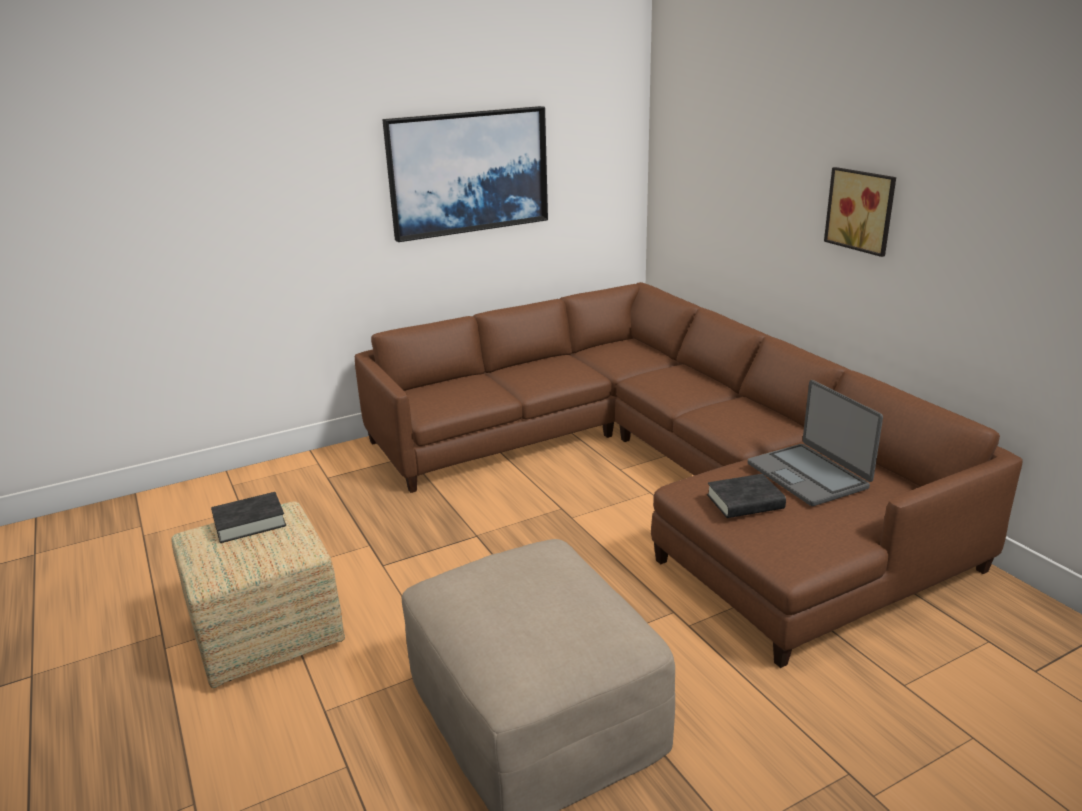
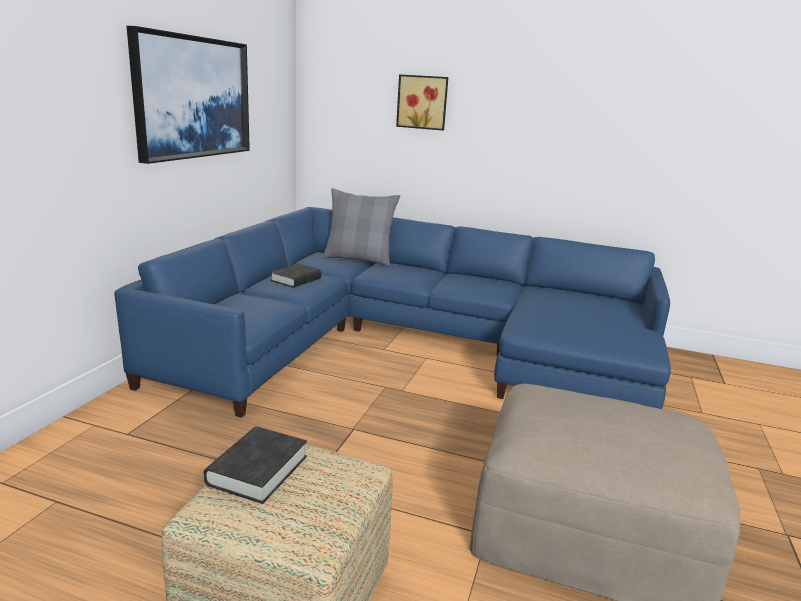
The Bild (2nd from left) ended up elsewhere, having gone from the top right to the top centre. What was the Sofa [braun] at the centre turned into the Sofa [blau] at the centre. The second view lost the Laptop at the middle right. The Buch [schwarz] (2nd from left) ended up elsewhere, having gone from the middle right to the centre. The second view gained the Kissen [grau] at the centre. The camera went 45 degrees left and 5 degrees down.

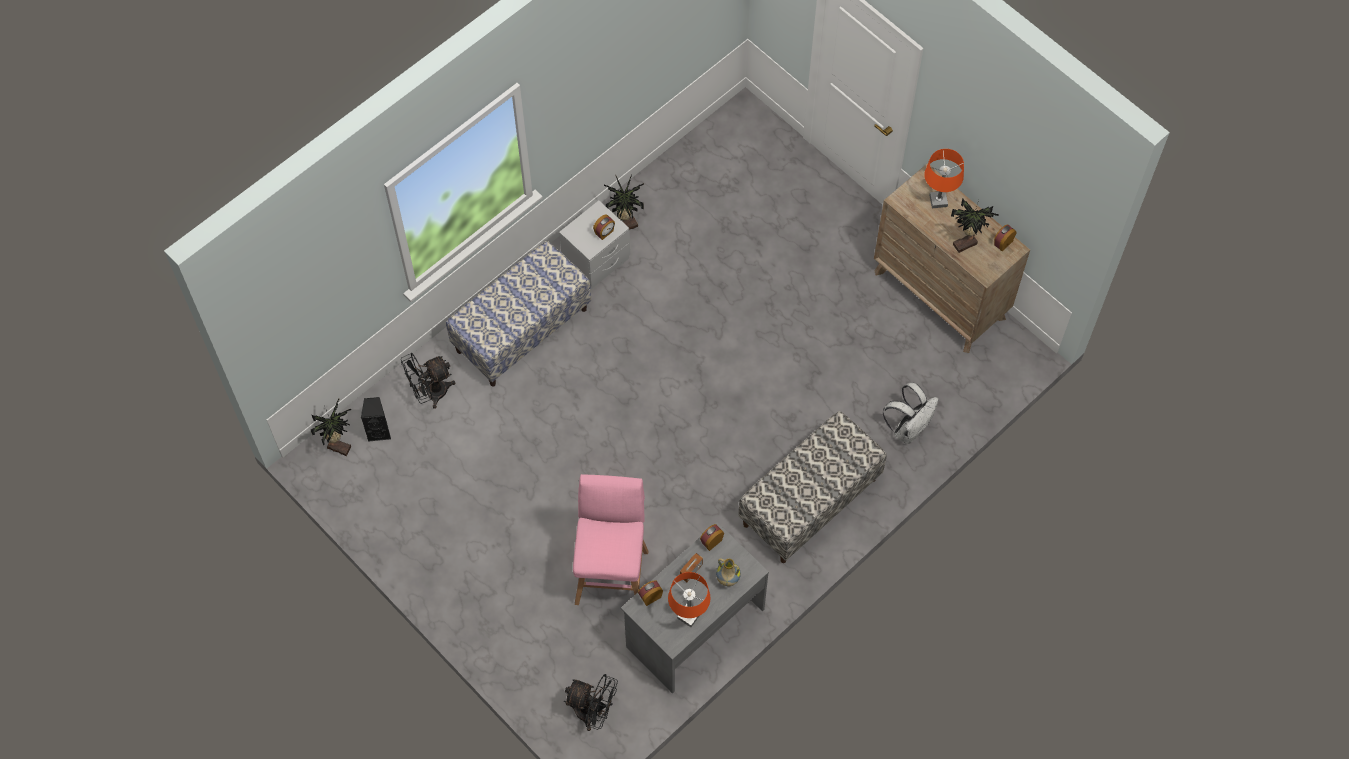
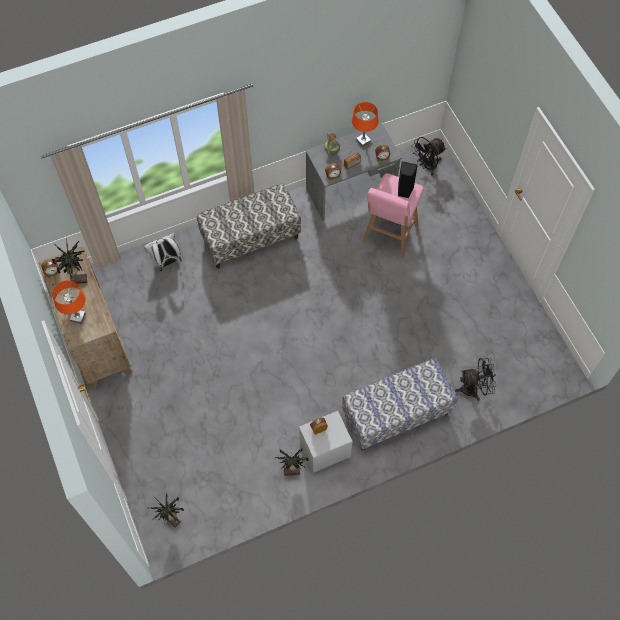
The Lautsprecher [schwarz] ended up elsewhere, having gone from the middle left to the top centre. The Topfpflanze (1st from left in the first image) ended up elsewhere, having gone from the middle left to the bottom left. The Ventilator [schwarz] (2nd from left in the first image) at the bottom centre ended up facing another way, 75 degrees counterclockwise from before. The camera went 160 degrees left and 0 degrees up.

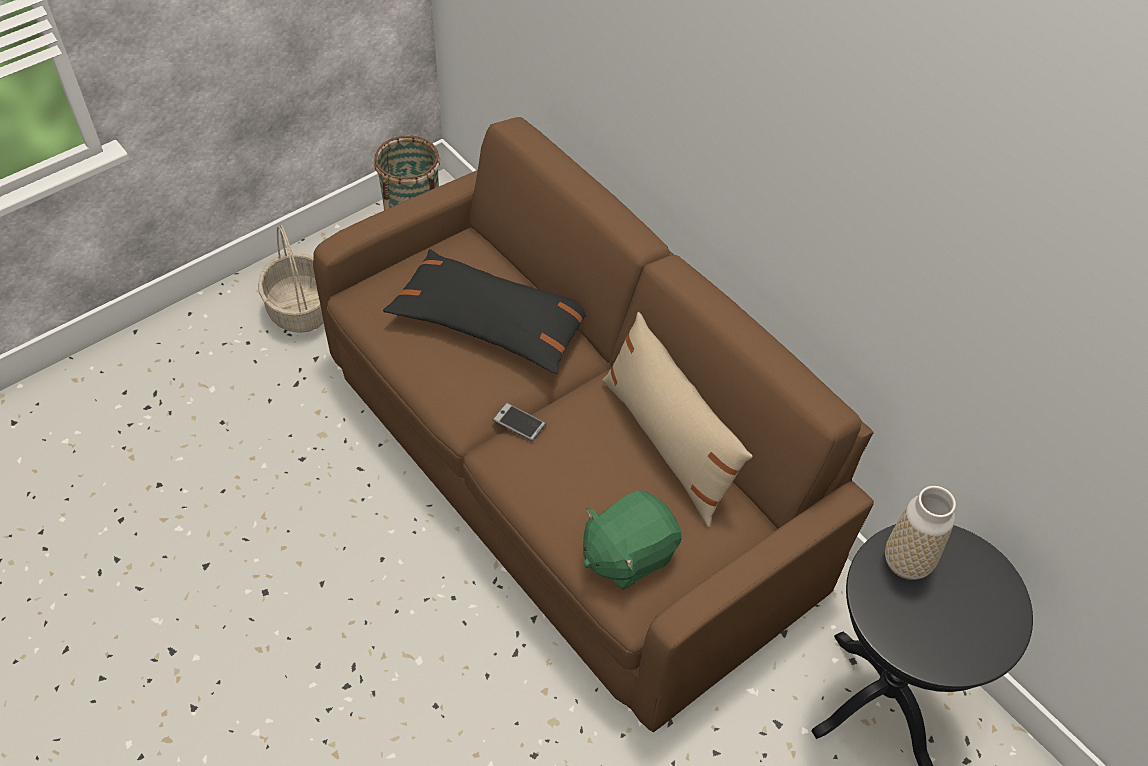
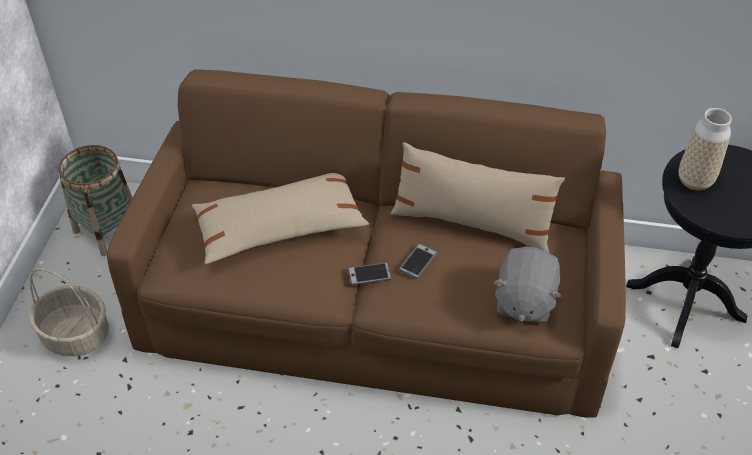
What was the Kissen [schwarz] at the centre turned into the Kissen [beige] (1st from left) at the centre. What was the Plüschtier [grün] at the bottom centre turned into the Plüschtier [grau] at the middle right. The second view gained the Handy (2nd from left) at the centre. The camera went 40 degrees left and 5 degrees down.

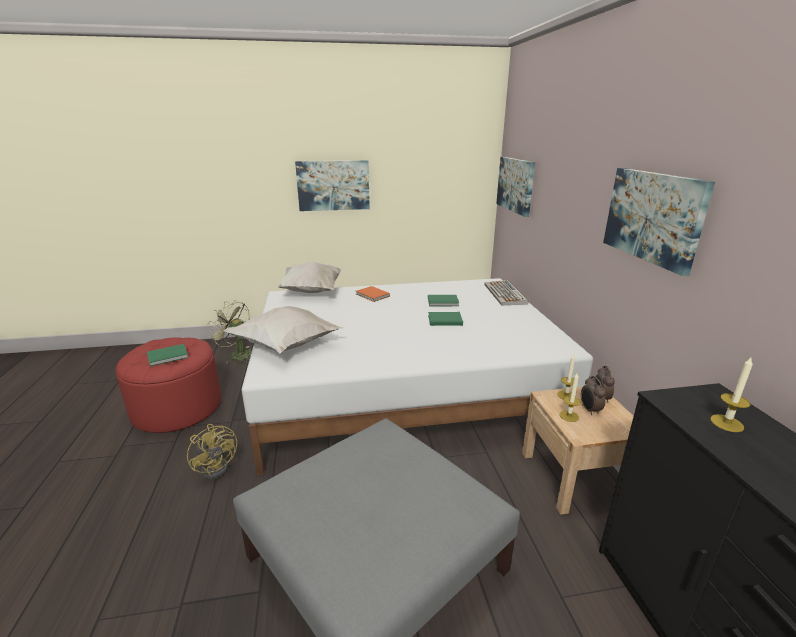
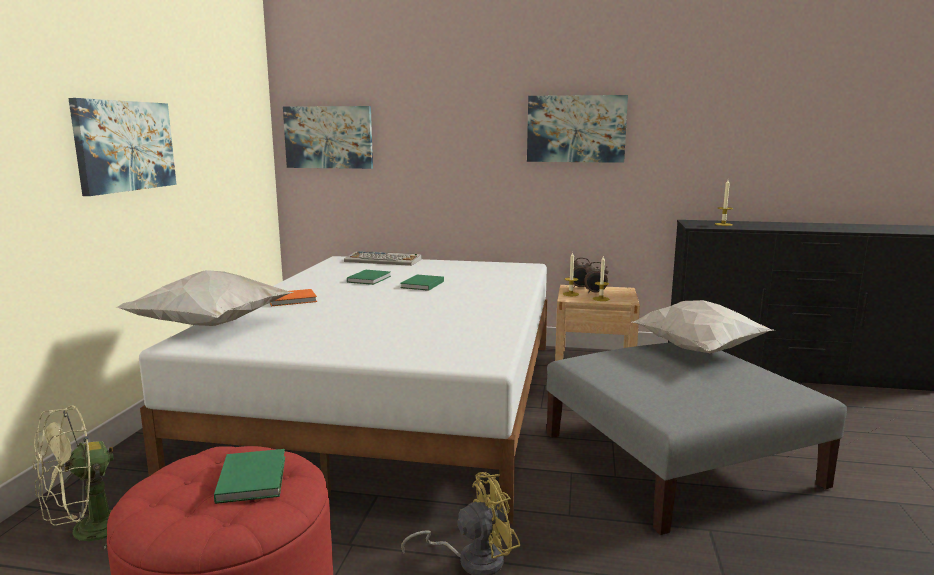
The Kissen [weiß] (1st from left in the first image) ended up elsewhere, having gone from the centre to the middle right. The camera went 70 degrees left and 10 degrees down.

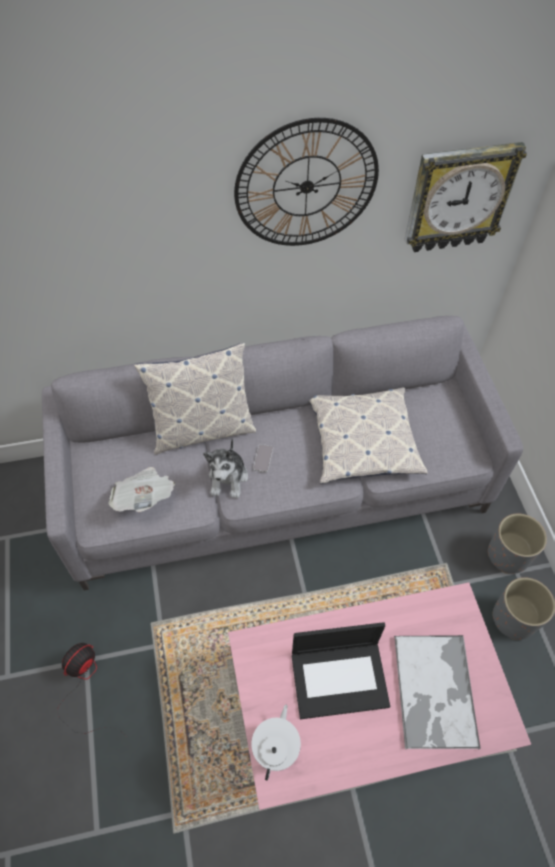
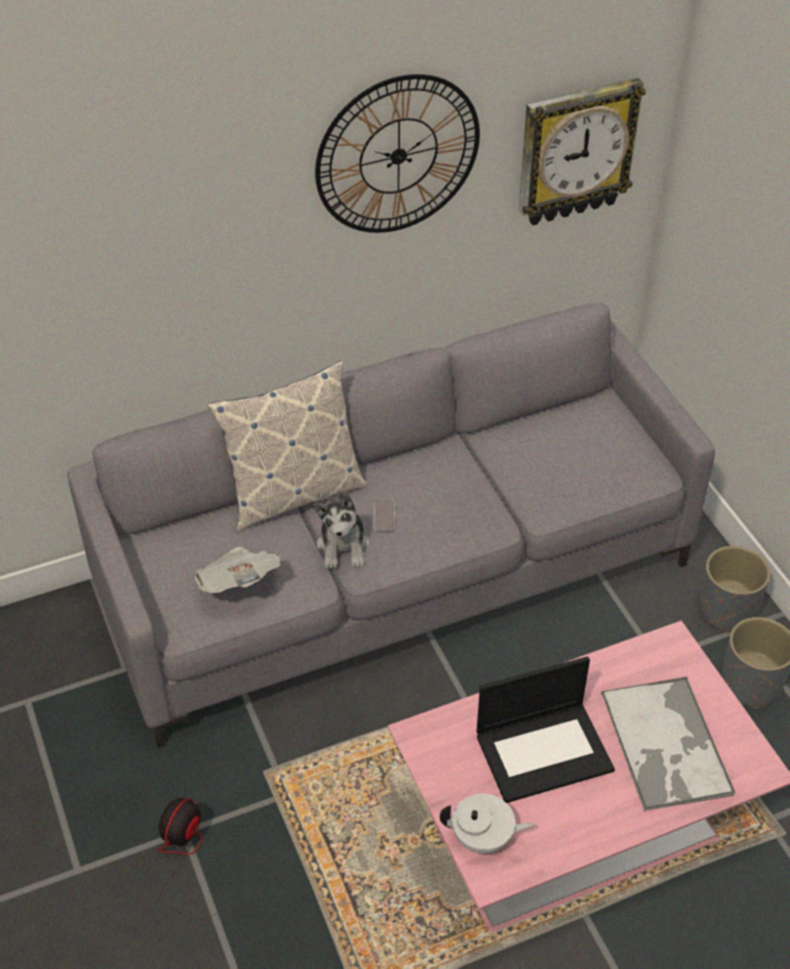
The second view lost the Kissen (2nd from left) at the centre. The Teekanne [weiß] at the bottom centre ended up facing another way, 90 degrees clockwise from before. The camera went 10 degrees left and 10 degrees down.

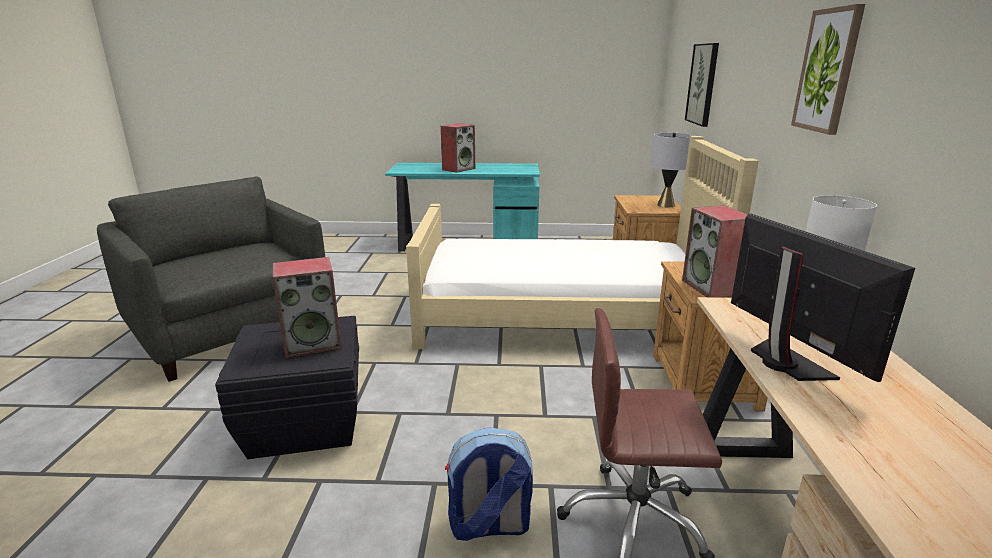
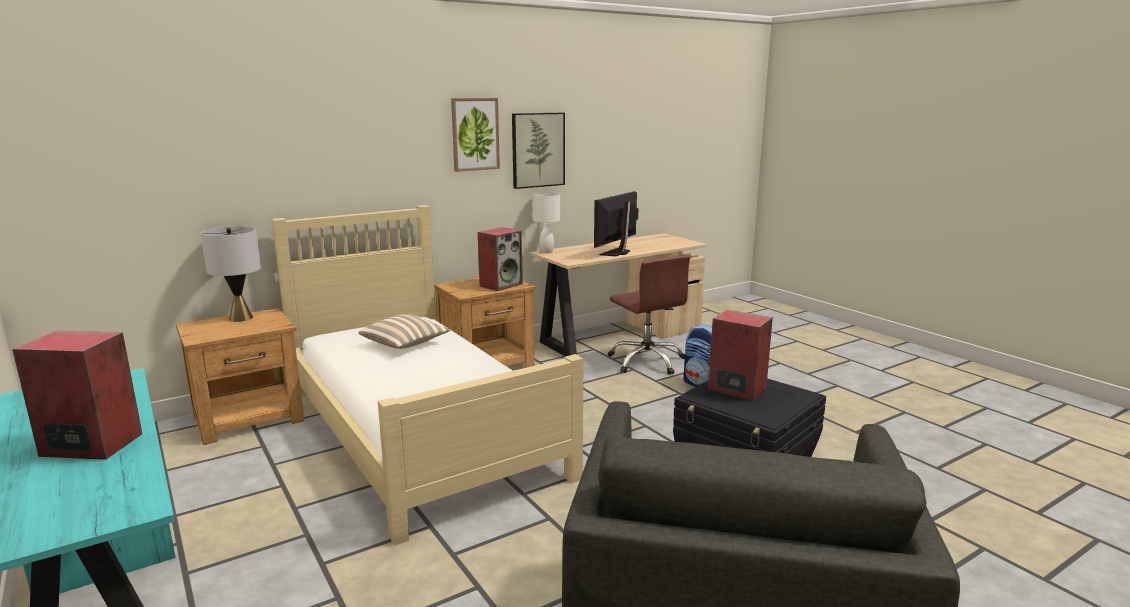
The Bild (1st from left in the first image) ended up elsewhere, having gone from the top right to the top centre. The second view gained the Kissen at the centre. The camera went 125 degrees left and 5 degrees down.

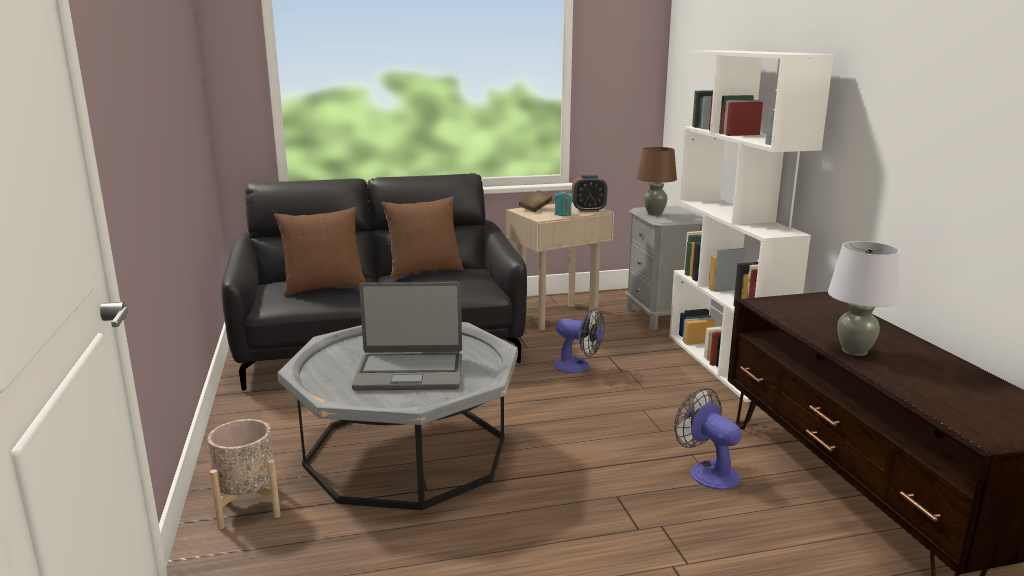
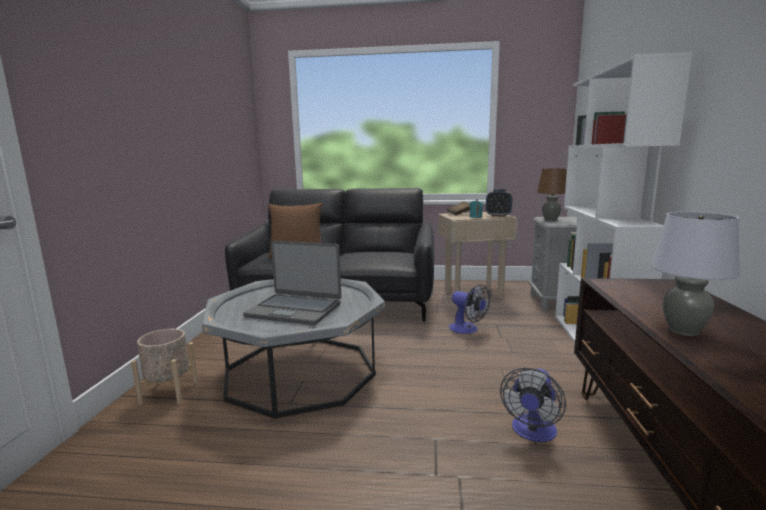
The second view lost the Kissen [braun] (2nd from left) at the centre. The Ventilator (2nd from left) at the bottom right ended up facing another way, 135 degrees counterclockwise from before. The camera went 20 degrees right and 5 degrees down.

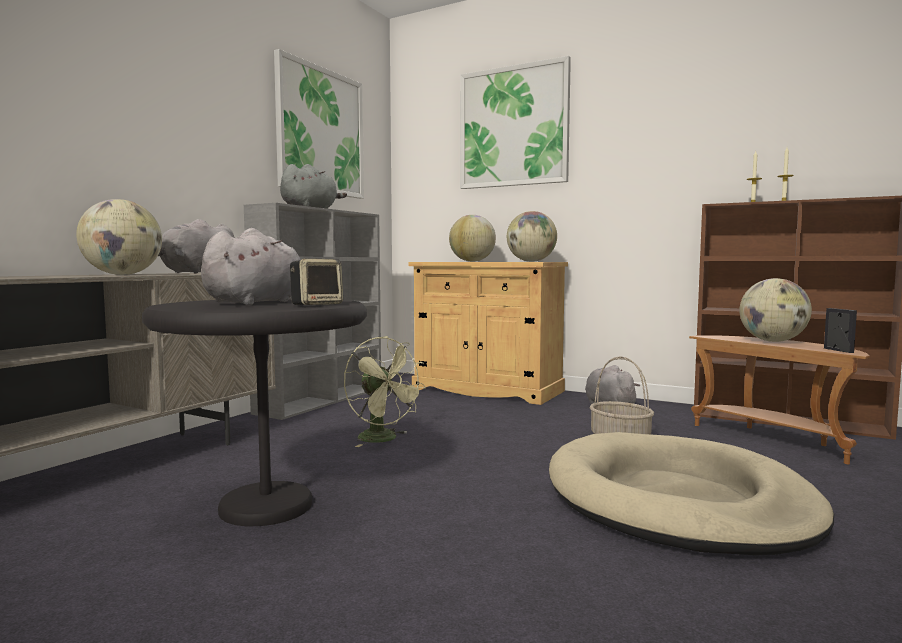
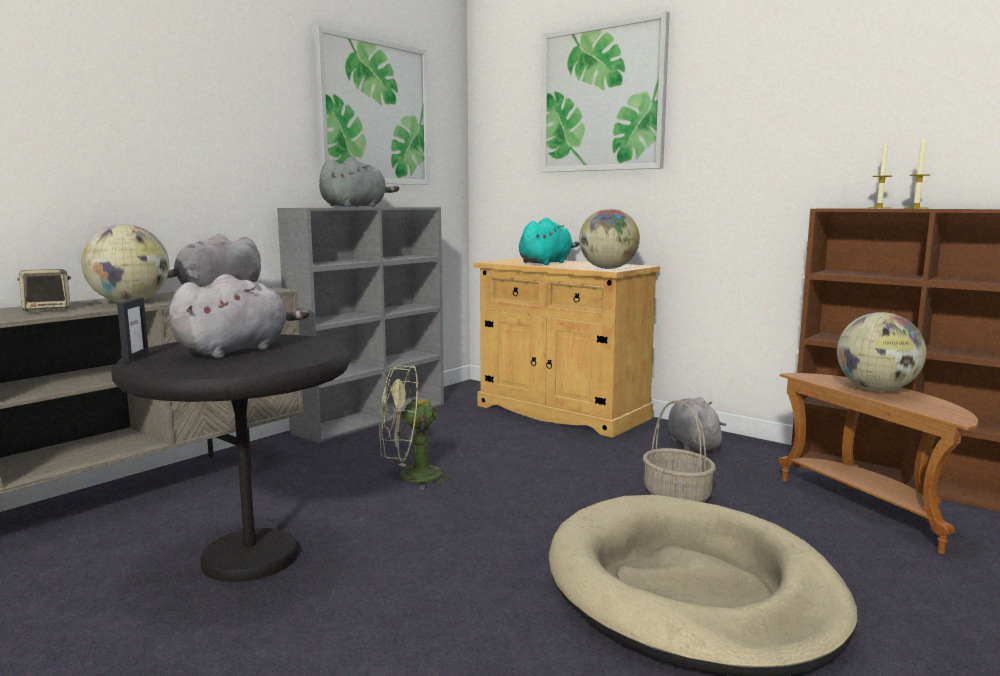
Where the Globus (2nd from left) stood at the centre, the Plüschtier [türkis] came to stand at the centre. The Lautsprecher ended up elsewhere, having gone from the centre to the middle left. The Bilderrahmen ended up elsewhere, having gone from the middle right to the middle left. The Ventilator [grün] at the centre ended up facing another way, 105 degrees clockwise from before. The camera went 10 degrees right and 5 degrees up.

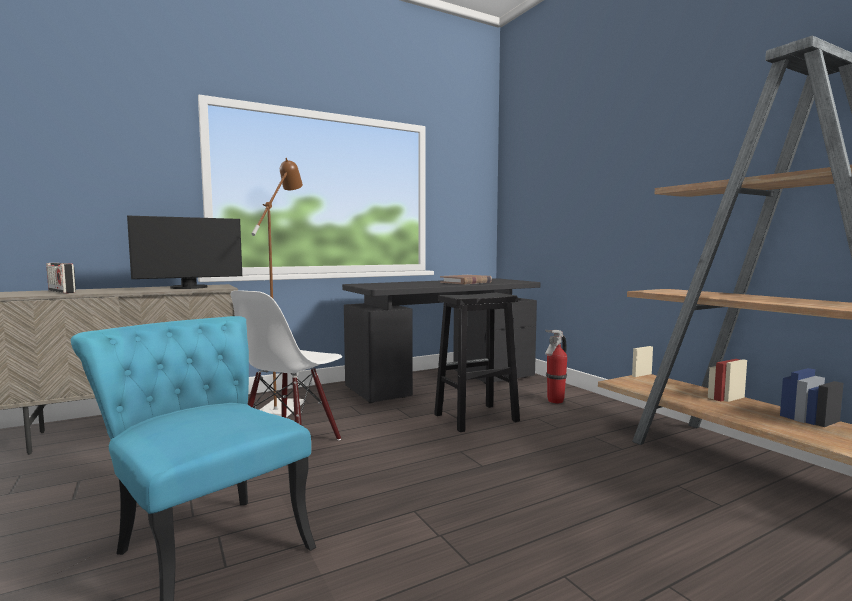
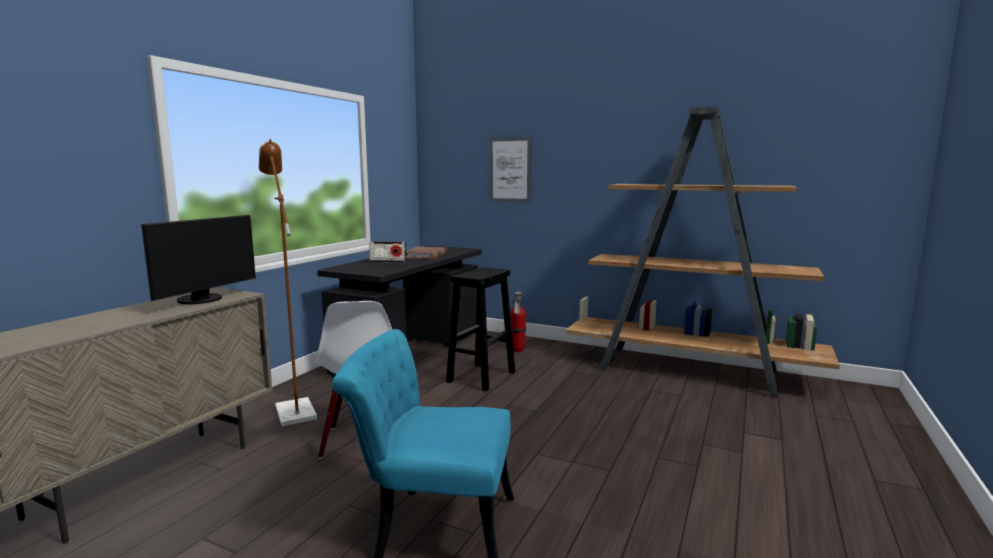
The Radio ended up elsewhere, having gone from the middle left to the centre. The second view gained the Bild at the top centre. The camera went 35 degrees left and 5 degrees up.

